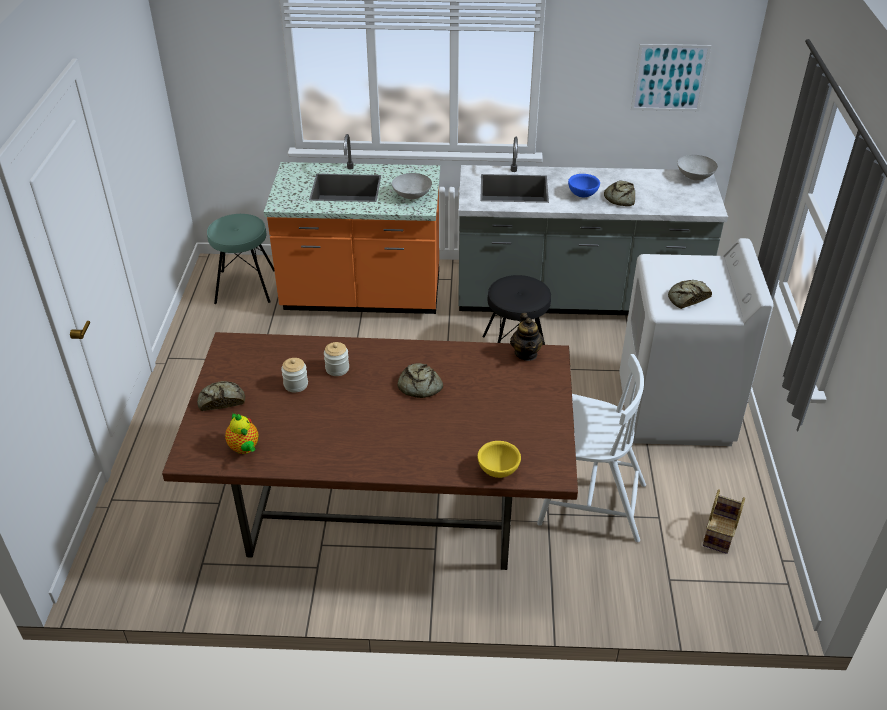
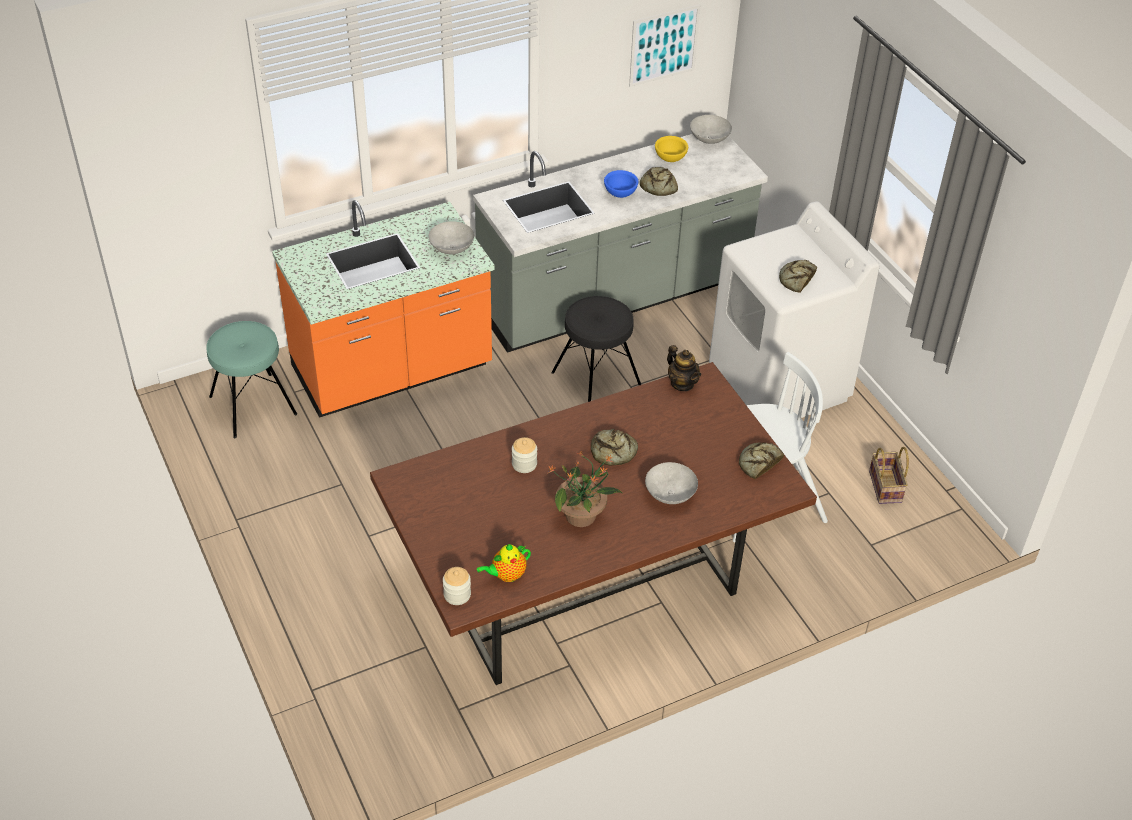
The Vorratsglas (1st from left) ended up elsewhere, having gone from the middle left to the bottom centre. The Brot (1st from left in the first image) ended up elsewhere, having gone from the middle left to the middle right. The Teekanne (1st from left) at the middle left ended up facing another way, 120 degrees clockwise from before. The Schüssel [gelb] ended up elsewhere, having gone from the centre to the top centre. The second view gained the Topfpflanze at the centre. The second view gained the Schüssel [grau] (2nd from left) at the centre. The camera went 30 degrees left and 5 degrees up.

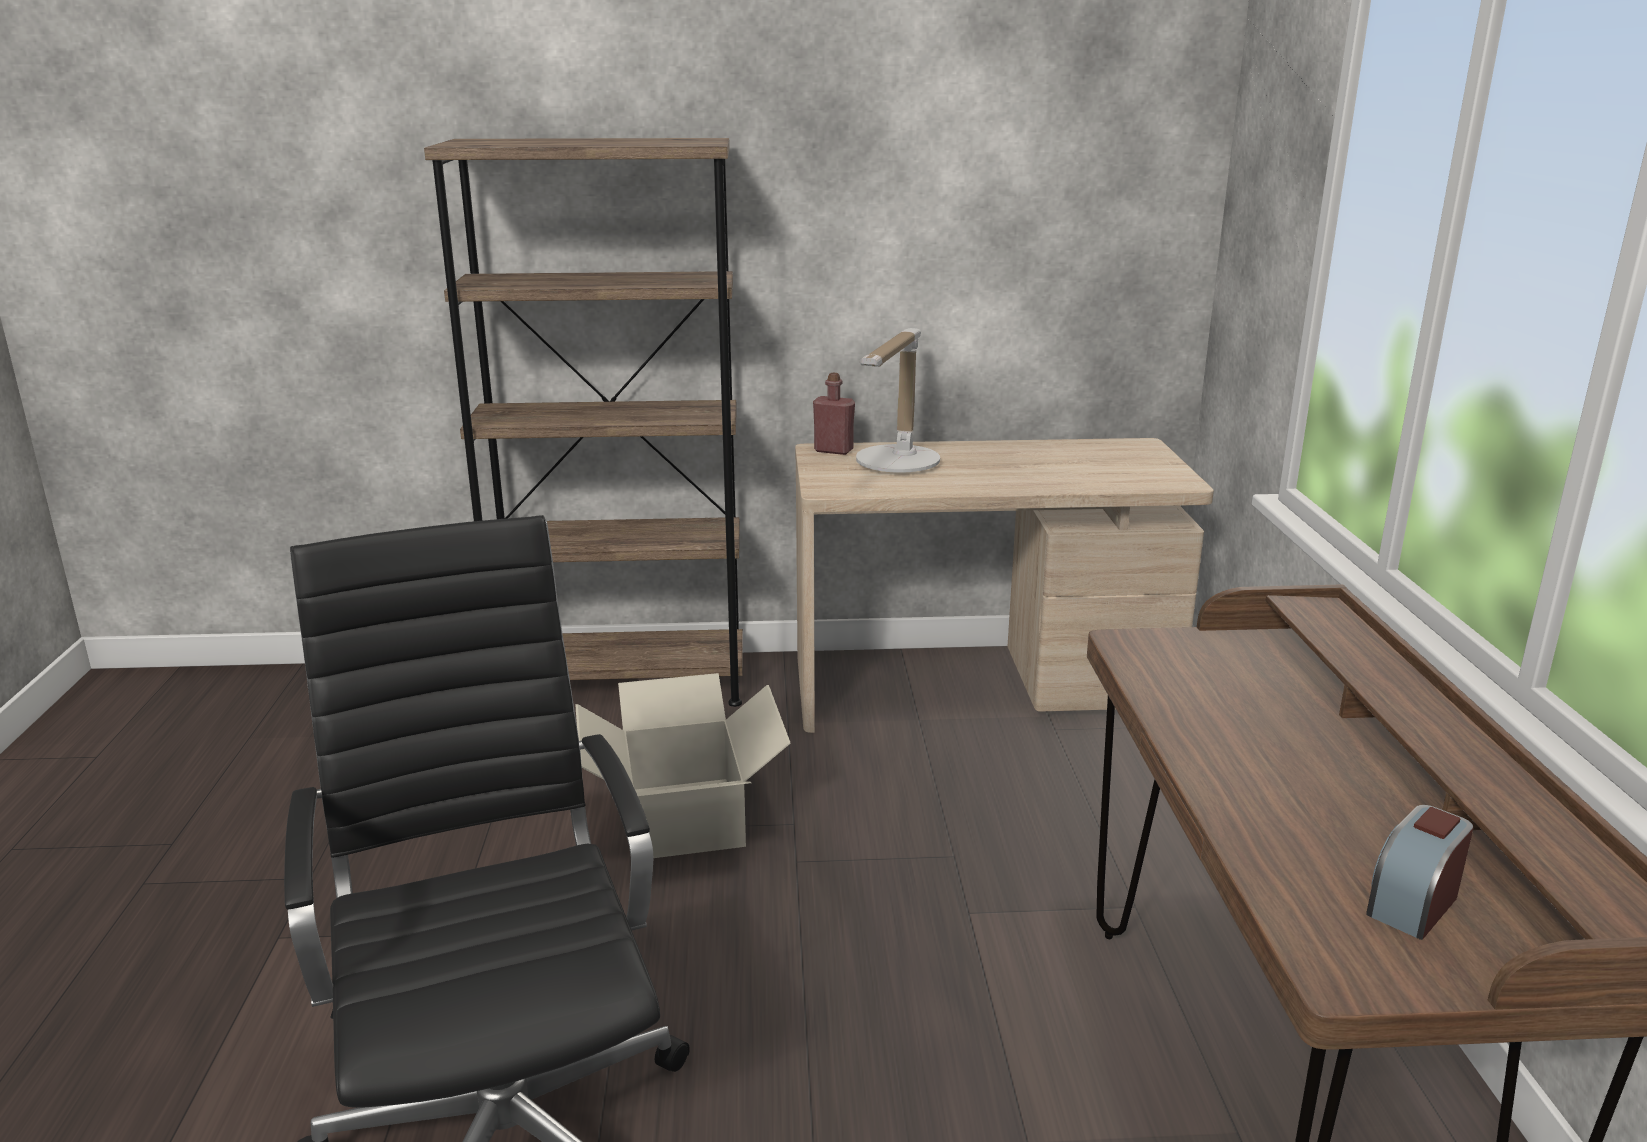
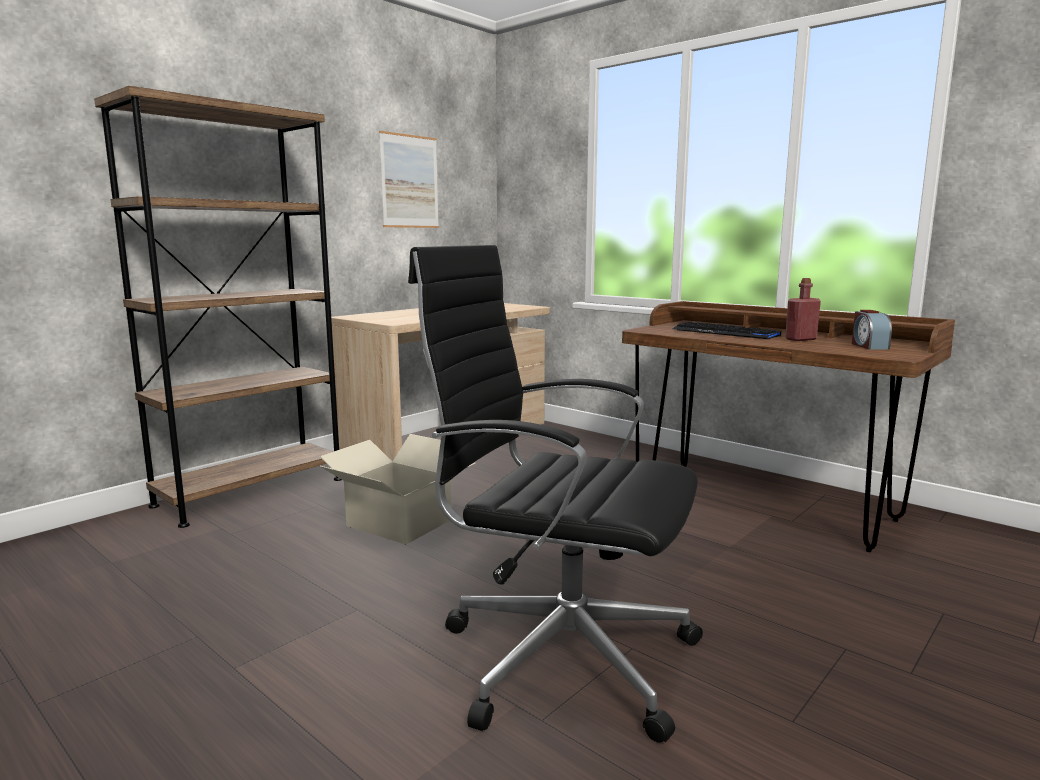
The second view lost the Tischlampe at the centre. The Flasche [rot] ended up elsewhere, having gone from the centre to the middle right. The second view gained the Bild at the top centre. The second view gained the Tastatur at the middle right. The camera went 45 degrees left and 10 degrees down.

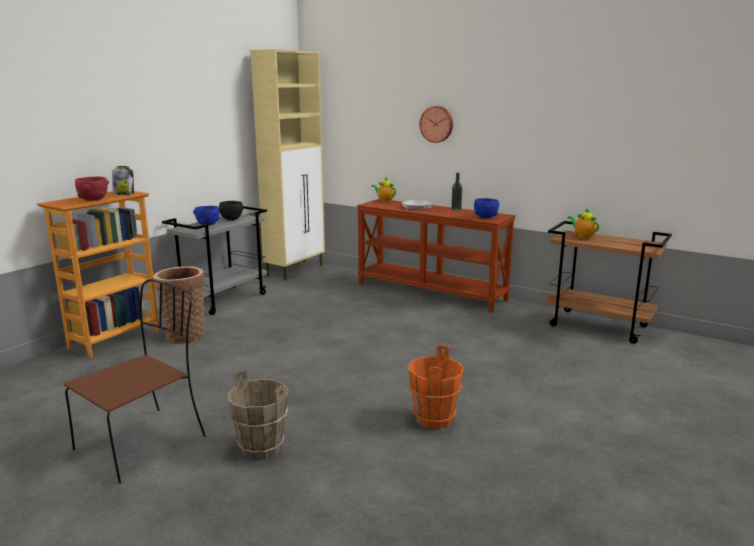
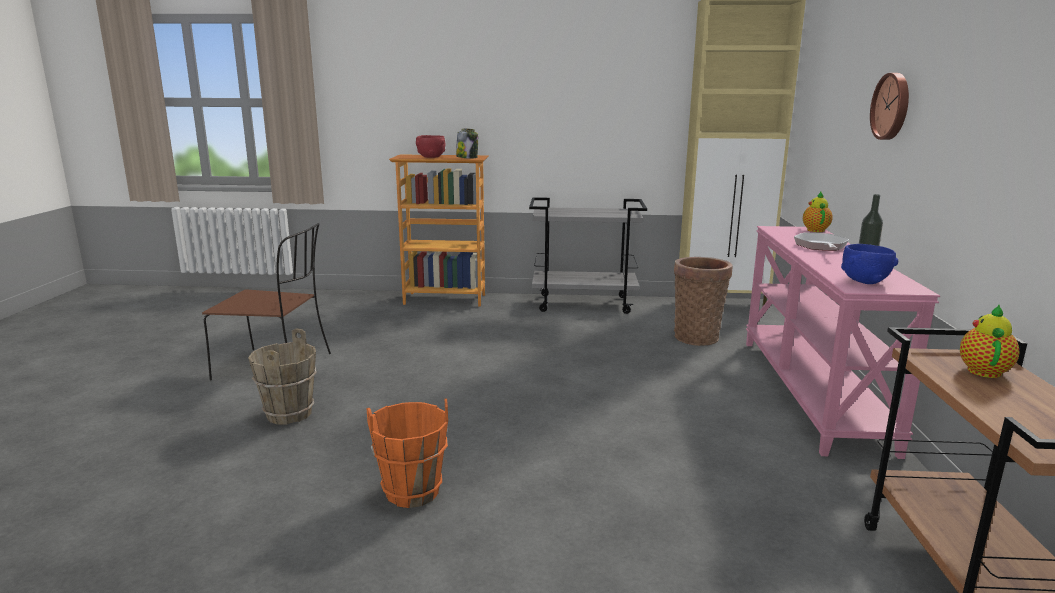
What was the Konsolentisch [braun] at the centre turned into the Konsolentisch [rosa] at the middle right. The second view lost the Schüssel [schwarz] at the middle left. The second view lost the Schüssel [blau] (1st from left) at the middle left. The Korb ended up elsewhere, having gone from the middle left to the centre. The camera went 60 degrees right and 0 degrees up.

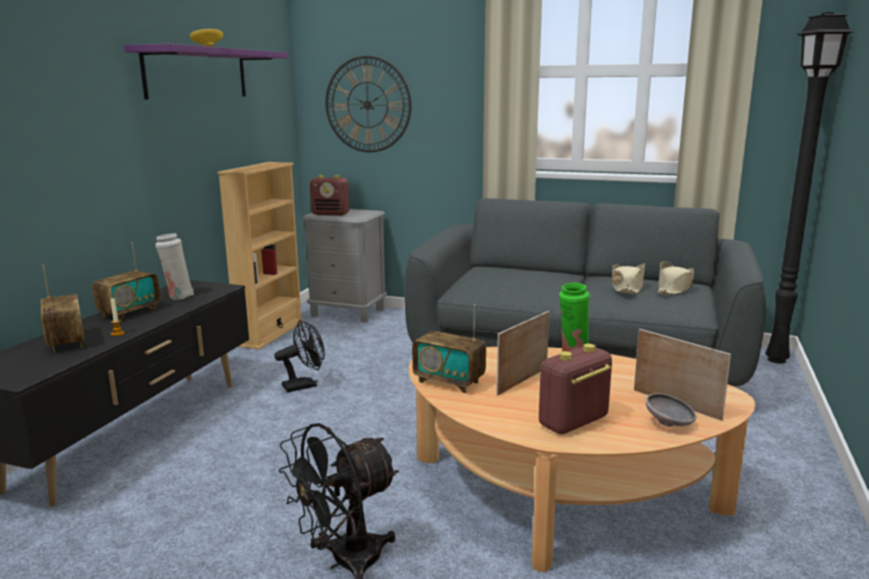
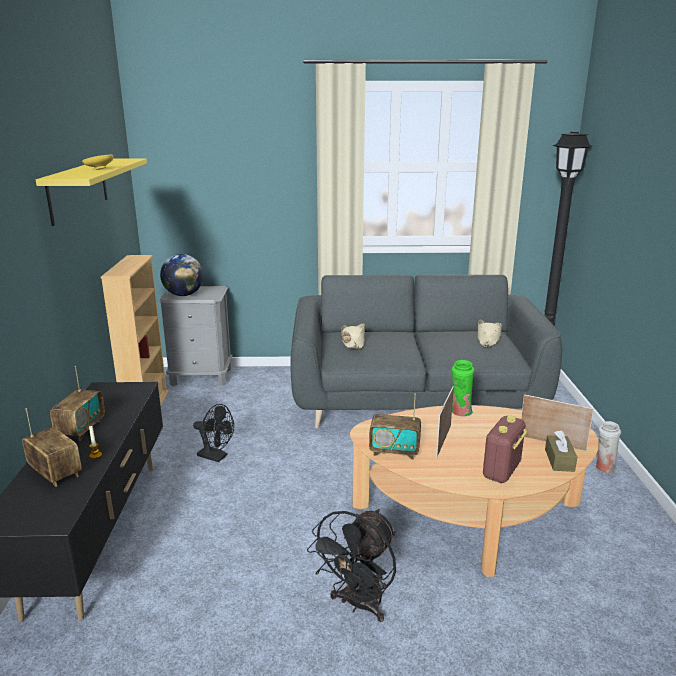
What was the Wandregal [lila] at the top left turned into the Wandregal [gelb] at the top left. The second view lost the Wanduhr at the top centre. Where the Radio (3rd from left) stood at the centre, the Globus came to stand at the middle left. The Vase [weiß] ended up elsewhere, having gone from the middle left to the middle right. The Hut [beige] (1st from left) ended up elsewhere, having gone from the middle right to the centre. The Ventilator [schwarz] (1st from left) at the centre ended up facing another way, 75 degrees clockwise from before. Where the Schüssel [grau] stood at the bottom right, the Taschentuchbox [braun] came to stand at the bottom right. The camera went 20 degrees left and 5 degrees up.

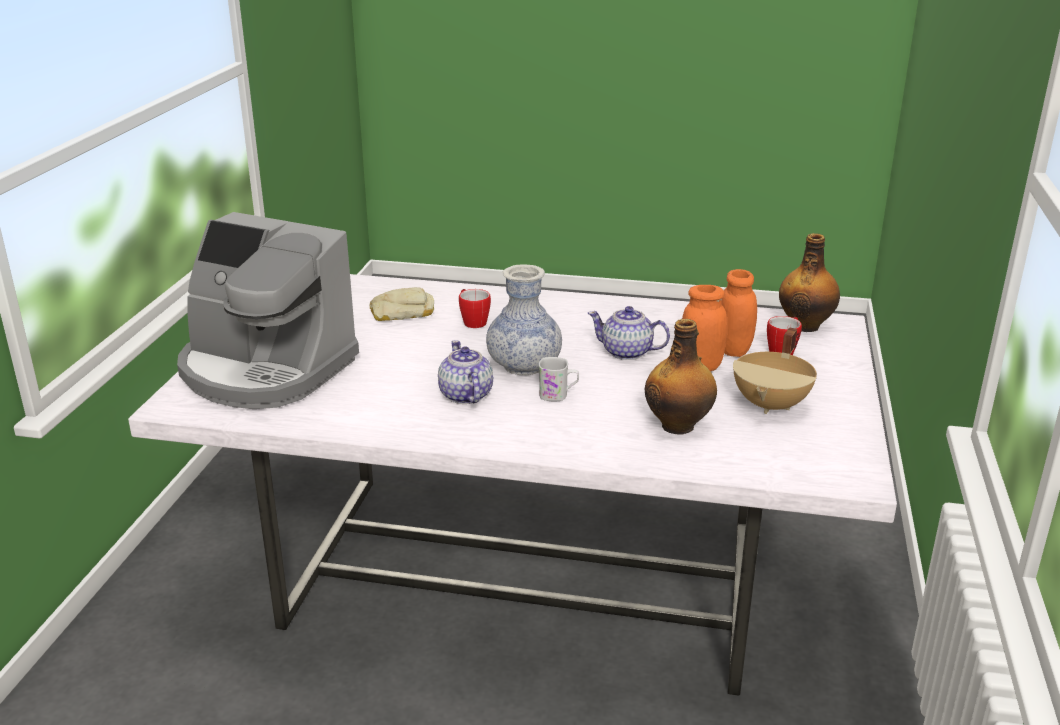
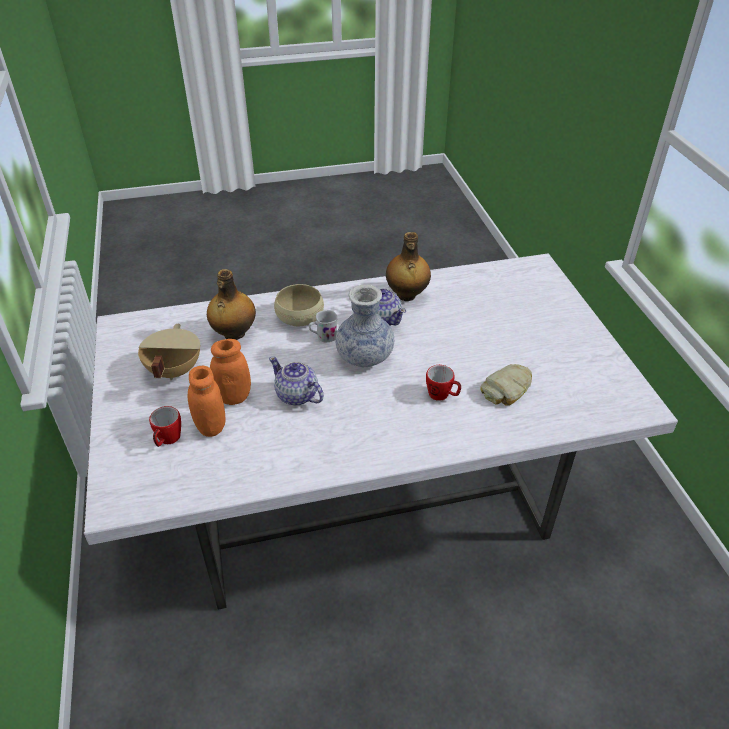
The second view lost the Kaffeemaschine at the middle left. The Flasche (2nd from left) ended up elsewhere, having gone from the middle right to the centre. The Teekanne (2nd from left in the first image) at the centre ended up facing another way, 135 degrees counterclockwise from before. The second view gained the Schüssel [beige] at the centre. The camera went 155 degrees right and 15 degrees up.

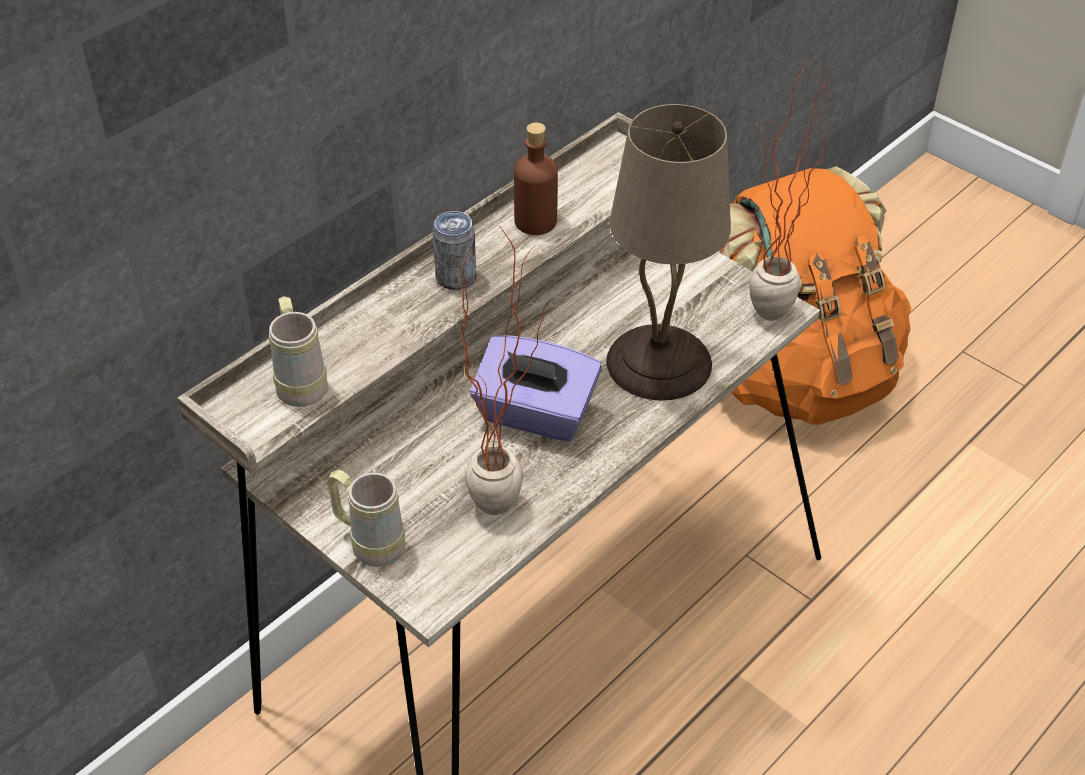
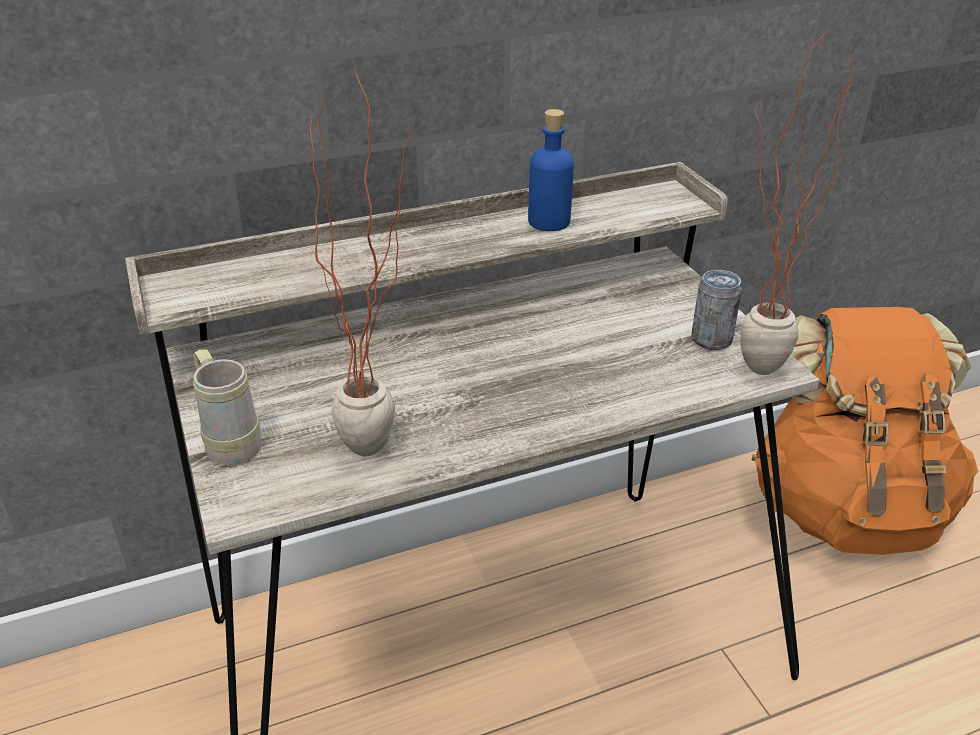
The second view lost the Tischlampe [beige] at the top centre. What was the Flasche [braun] at the top centre turned into the Flasche [blau] at the top centre. The Dose ended up elsewhere, having gone from the top centre to the middle right. The second view lost the Henkelbecher [beige] (1st from left) at the middle left. The second view lost the Taschentuchbox [lila] at the centre. The camera went 25 degrees right and 10 degrees down.

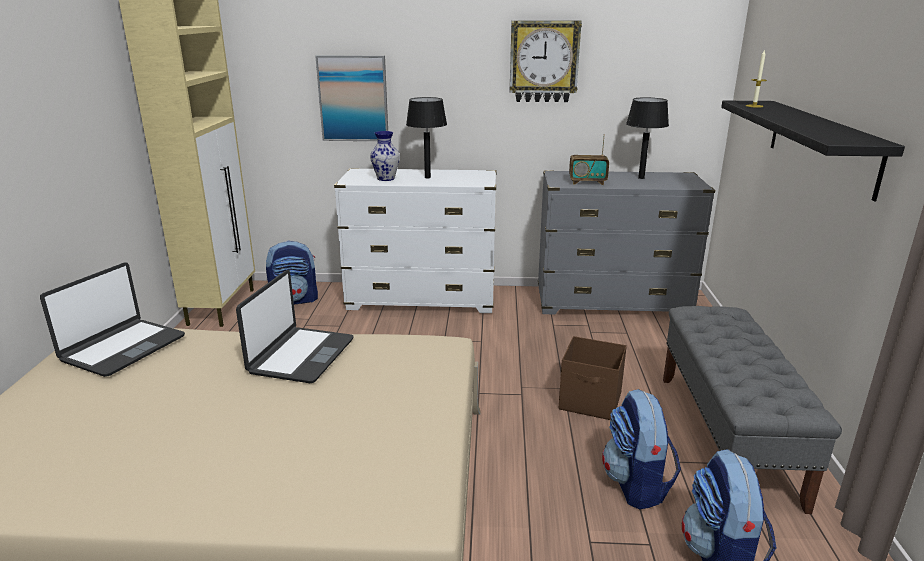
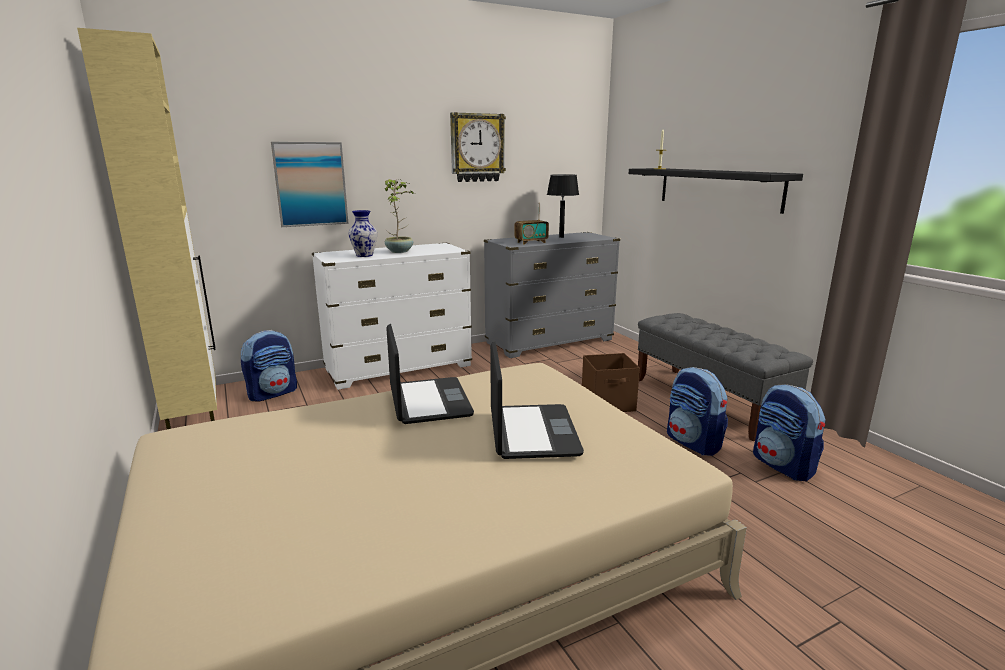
Where the Tischlampe [schwarz] (1st from left) stood at the top centre, the Topfpflanze came to stand at the top centre. The Laptop (1st from left in the first image) ended up elsewhere, having gone from the middle left to the centre. The camera went 30 degrees left and 5 degrees down.

